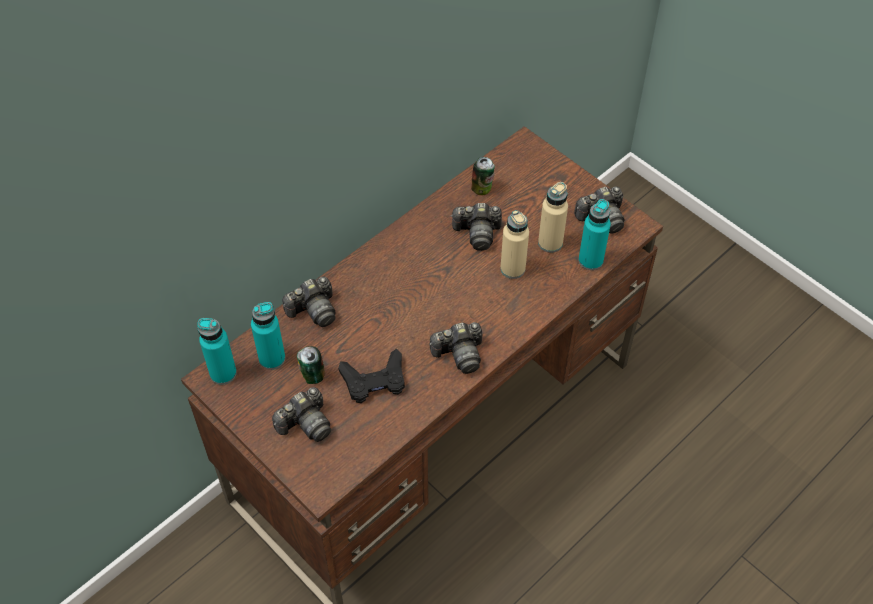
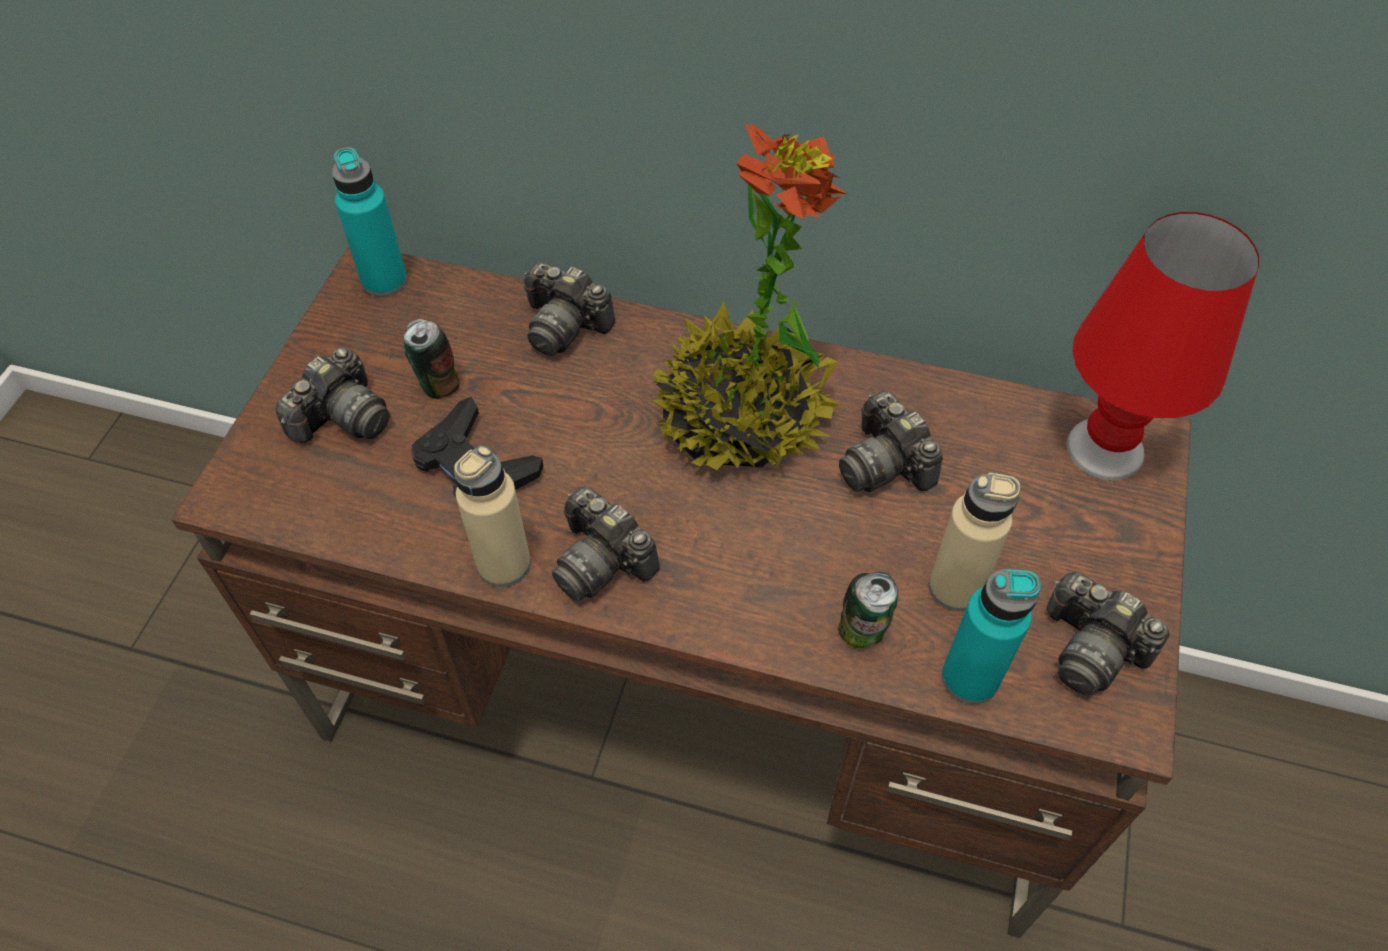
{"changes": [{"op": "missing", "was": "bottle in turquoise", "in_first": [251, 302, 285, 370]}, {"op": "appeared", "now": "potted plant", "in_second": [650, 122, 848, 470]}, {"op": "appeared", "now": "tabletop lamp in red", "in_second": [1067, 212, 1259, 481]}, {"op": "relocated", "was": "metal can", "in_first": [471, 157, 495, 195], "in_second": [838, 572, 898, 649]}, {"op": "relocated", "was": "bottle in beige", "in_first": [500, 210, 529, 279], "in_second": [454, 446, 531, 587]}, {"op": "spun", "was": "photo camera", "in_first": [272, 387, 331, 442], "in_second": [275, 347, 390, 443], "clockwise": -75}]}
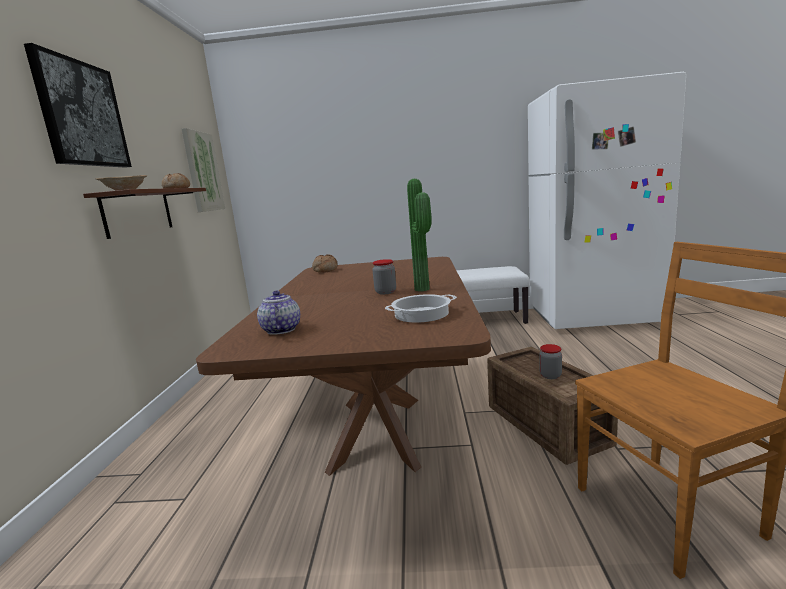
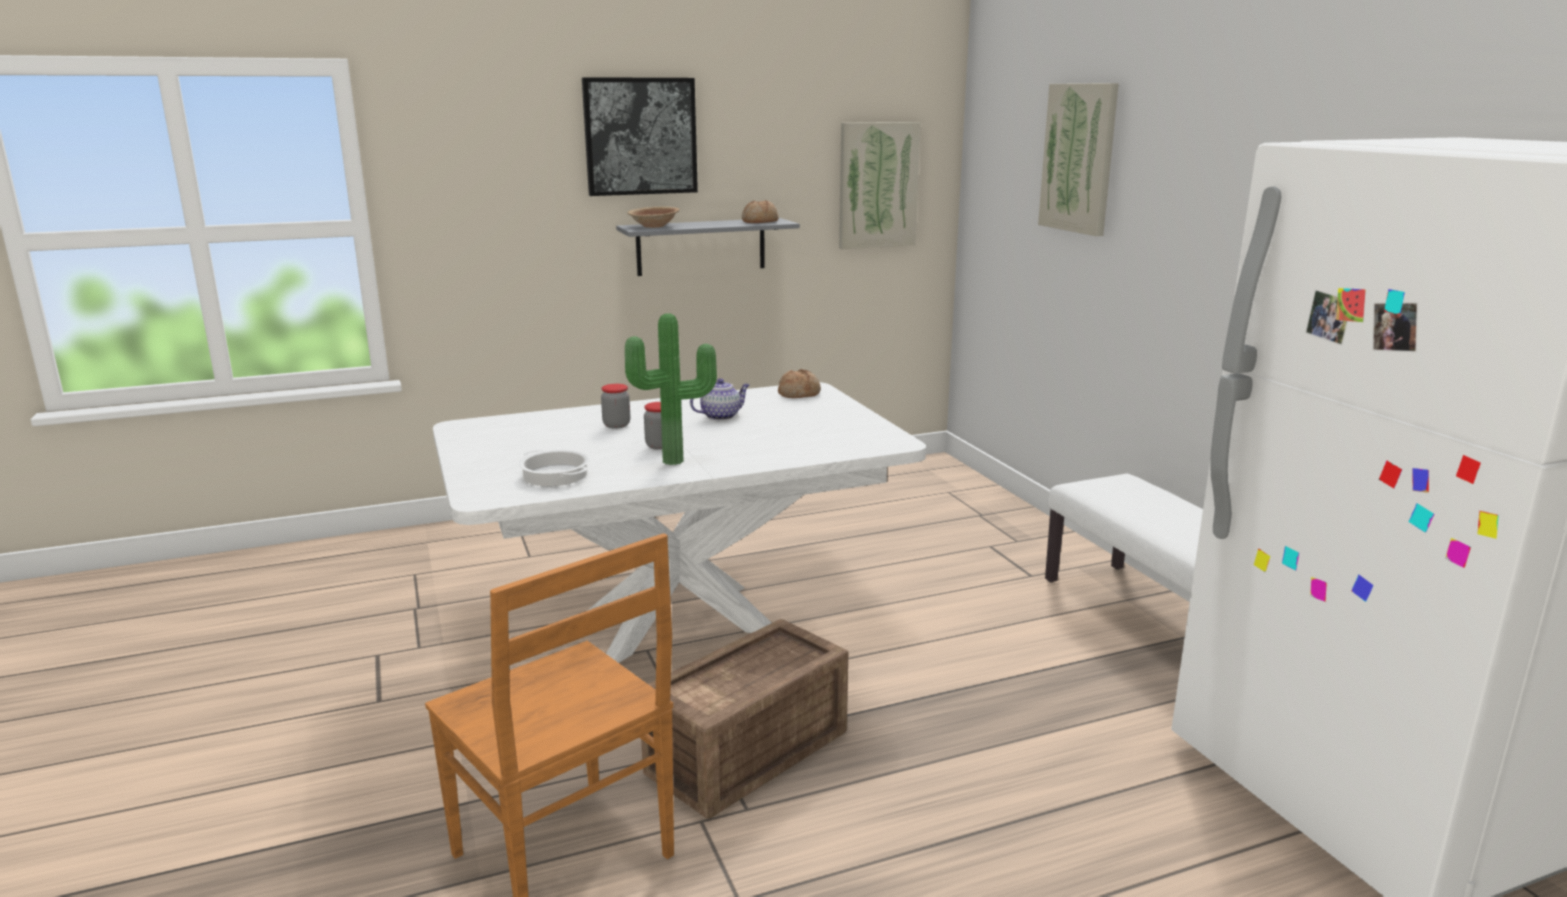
{"changes": [{"op": "appeared", "now": "picture", "in_second": [1038, 83, 1119, 236]}, {"op": "relocated", "was": "pot for tea", "in_first": [257, 291, 300, 335], "in_second": [690, 378, 749, 420]}, {"op": "relocated", "was": "storage jar", "in_first": [539, 344, 562, 379], "in_second": [601, 384, 630, 429]}, {"op": "colour", "was": "wall shelf in brown", "now": "wall shelf in grey", "in_first": [83, 188, 206, 239], "in_second": [616, 218, 800, 276]}, {"op": "colour", "was": "dining table in brown", "now": "dining table in white", "in_first": [196, 257, 491, 476], "in_second": [433, 382, 926, 663]}]}
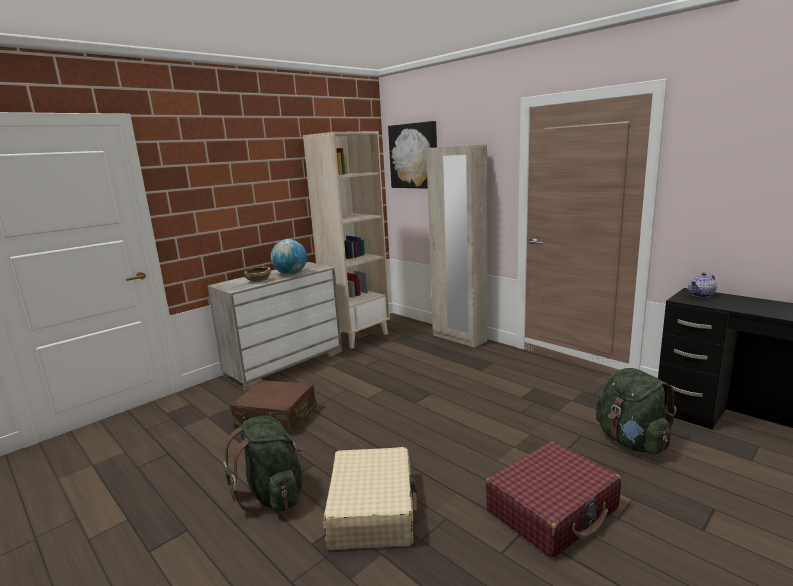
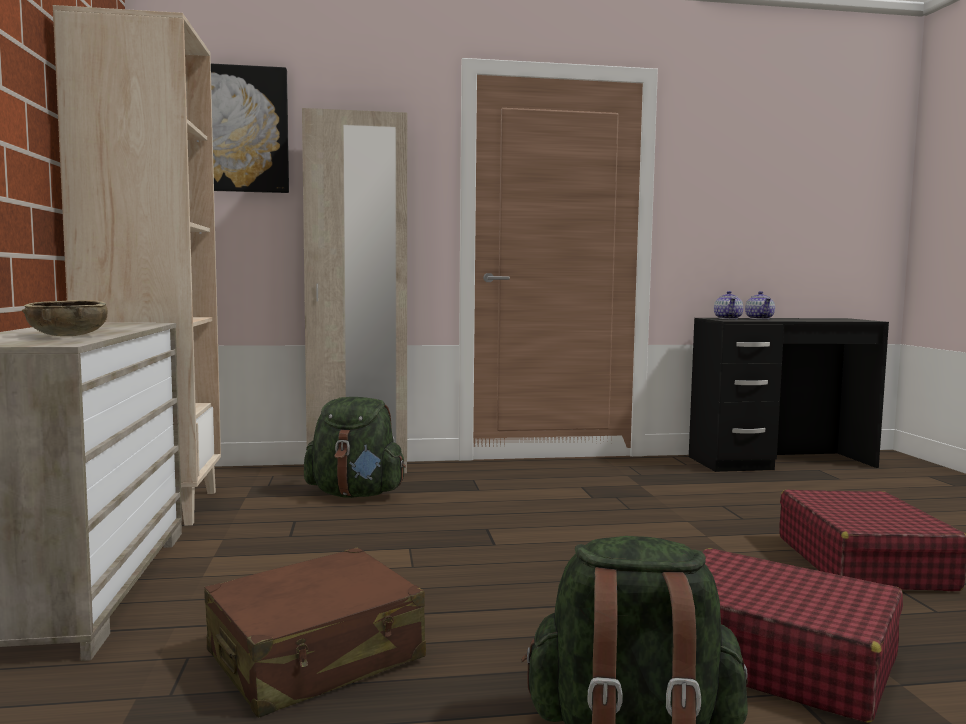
{"changes": [{"op": "missing", "was": "globe", "in_first": [271, 239, 307, 275]}, {"op": "appeared", "now": "pot for tea", "in_second": [745, 291, 775, 319]}, {"op": "relocated", "was": "backpack in green", "in_first": [596, 368, 677, 455], "in_second": [304, 397, 406, 498]}, {"op": "colour", "was": "travel case in beige", "now": "travel case in red", "in_first": [323, 447, 417, 550], "in_second": [702, 548, 903, 723]}]}
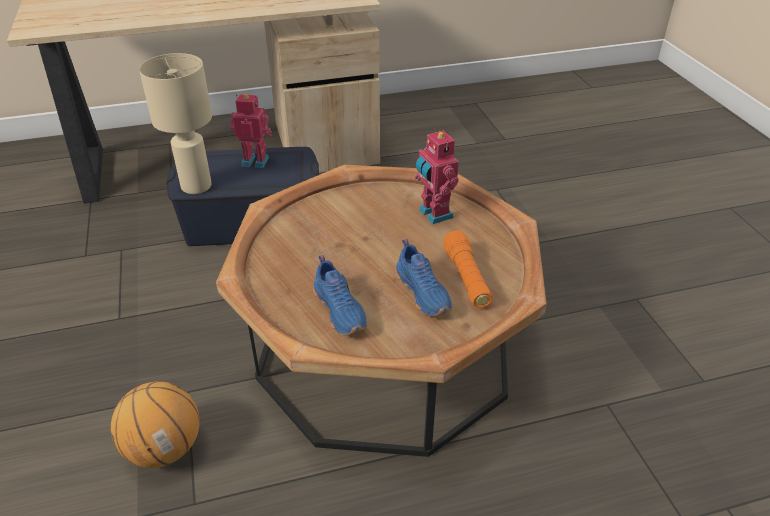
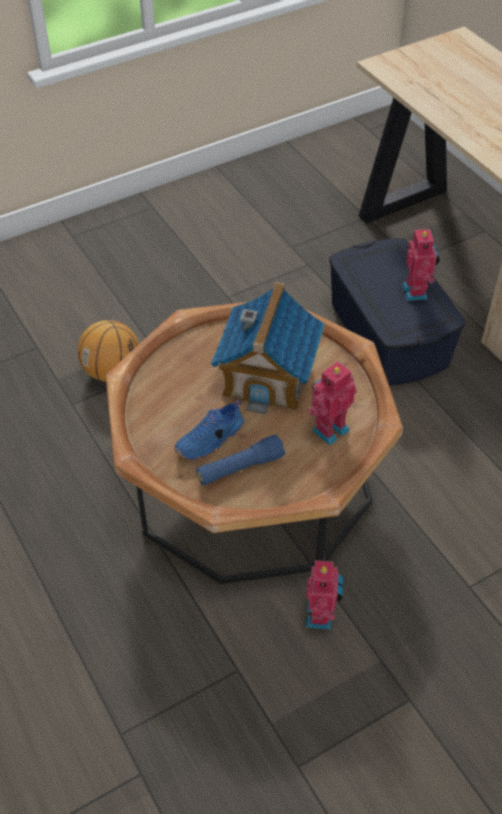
{"changes": [{"op": "missing", "was": "tabletop lamp in beige", "in_first": [139, 53, 212, 194]}, {"op": "missing", "was": "shoe in blue", "in_first": [313, 255, 367, 336]}, {"op": "appeared", "now": "model house", "in_second": [211, 282, 325, 414]}, {"op": "appeared", "now": "model robot", "in_second": [306, 558, 343, 630]}, {"op": "colour", "was": "flashlight in orangey", "now": "flashlight in blue", "in_first": [443, 230, 492, 308], "in_second": [196, 435, 285, 485]}]}
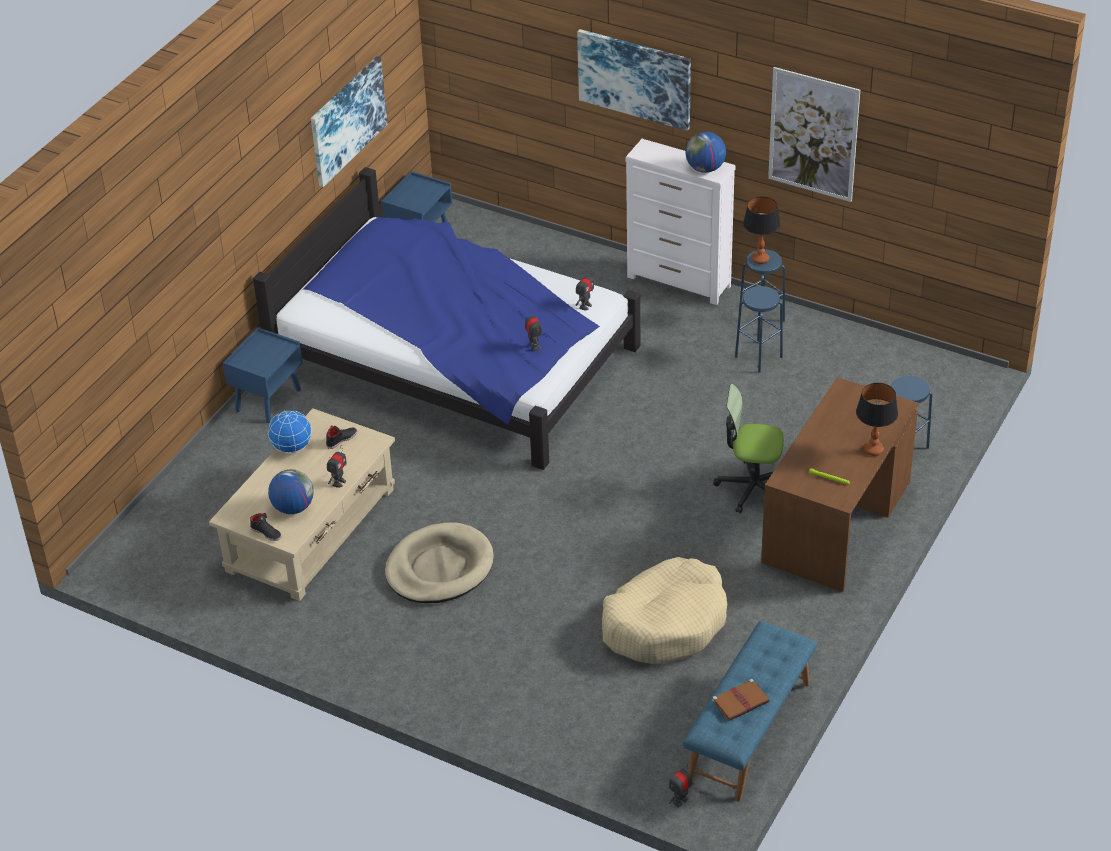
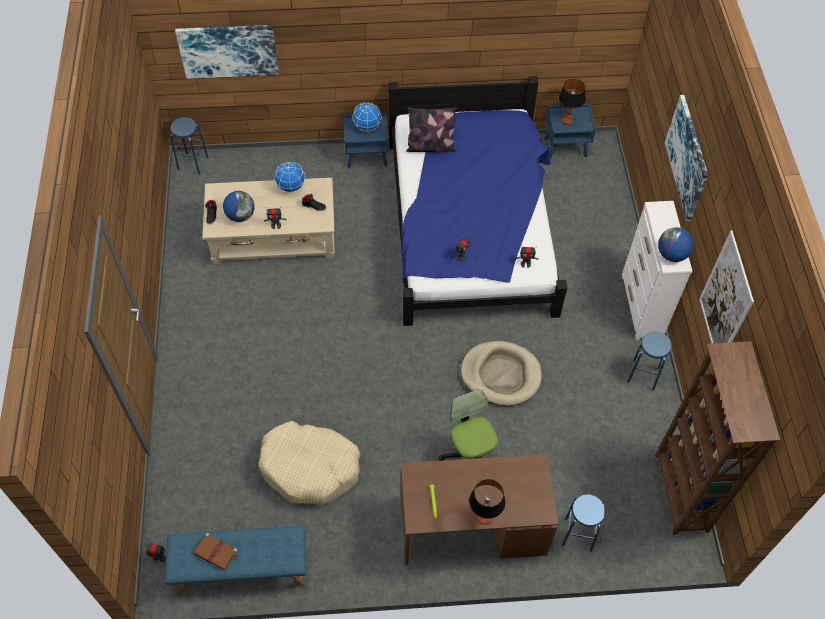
{"changes": [{"op": "appeared", "now": "globe", "in_second": [353, 102, 382, 131]}, {"op": "appeared", "now": "throw pillow", "in_second": [406, 107, 457, 152]}, {"op": "appeared", "now": "bookshelf in brown", "in_second": [655, 341, 780, 535]}, {"op": "relocated", "was": "picture", "in_first": [311, 56, 387, 187], "in_second": [175, 25, 279, 79]}, {"op": "relocated", "was": "dog cushion in beige", "in_first": [385, 522, 494, 603], "in_second": [461, 341, 542, 406]}, {"op": "relocated", "was": "stool in blue", "in_first": [735, 286, 783, 373], "in_second": [170, 117, 208, 175]}, {"op": "relocated", "was": "tabletop lamp", "in_first": [743, 196, 781, 264], "in_second": [559, 79, 586, 125]}]}
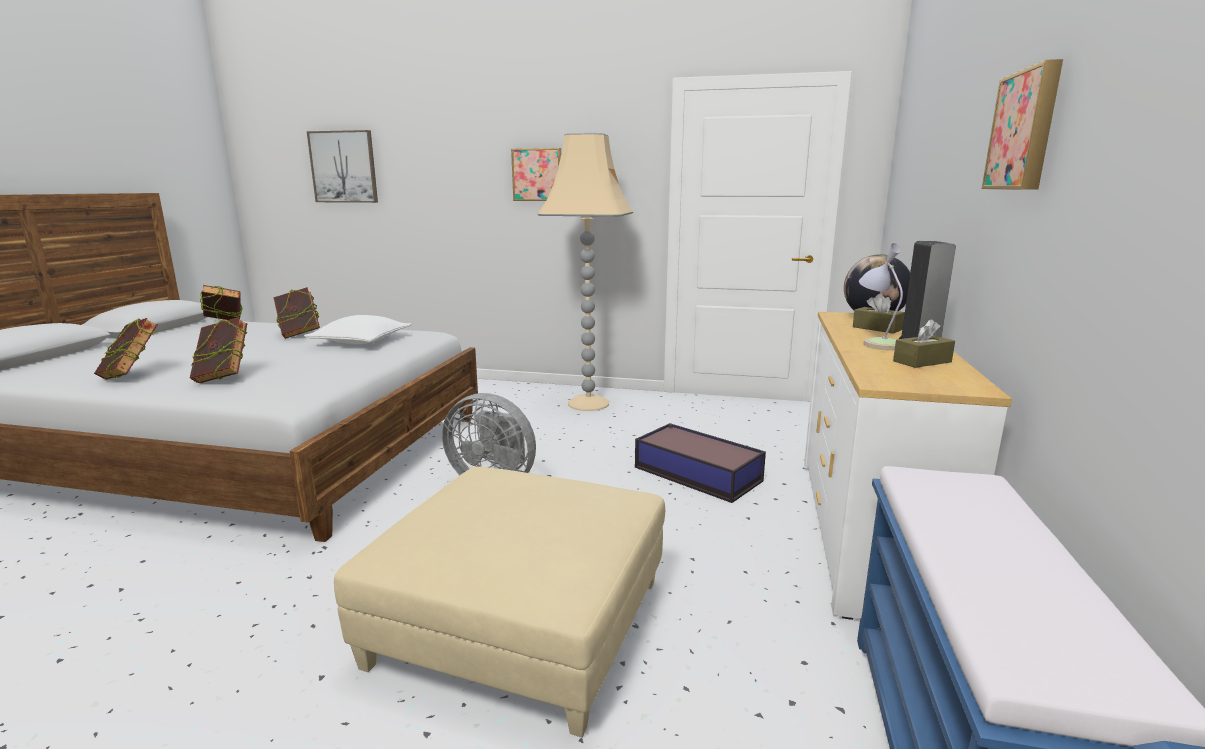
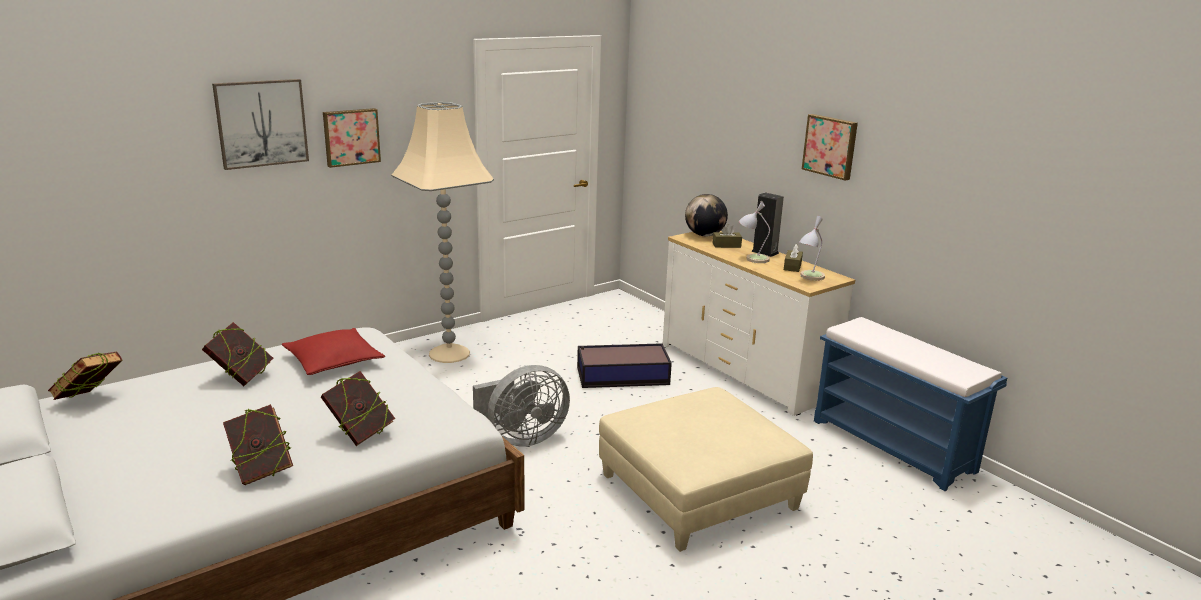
{"changes": [{"op": "appeared", "now": "tabletop lamp", "in_second": [799, 216, 825, 281]}, {"op": "relocated", "was": "picture", "in_first": [307, 130, 378, 203], "in_second": [212, 79, 309, 170]}, {"op": "colour", "was": "throw pillow in white", "now": "throw pillow in red", "in_first": [304, 315, 412, 344], "in_second": [282, 328, 385, 375]}]}
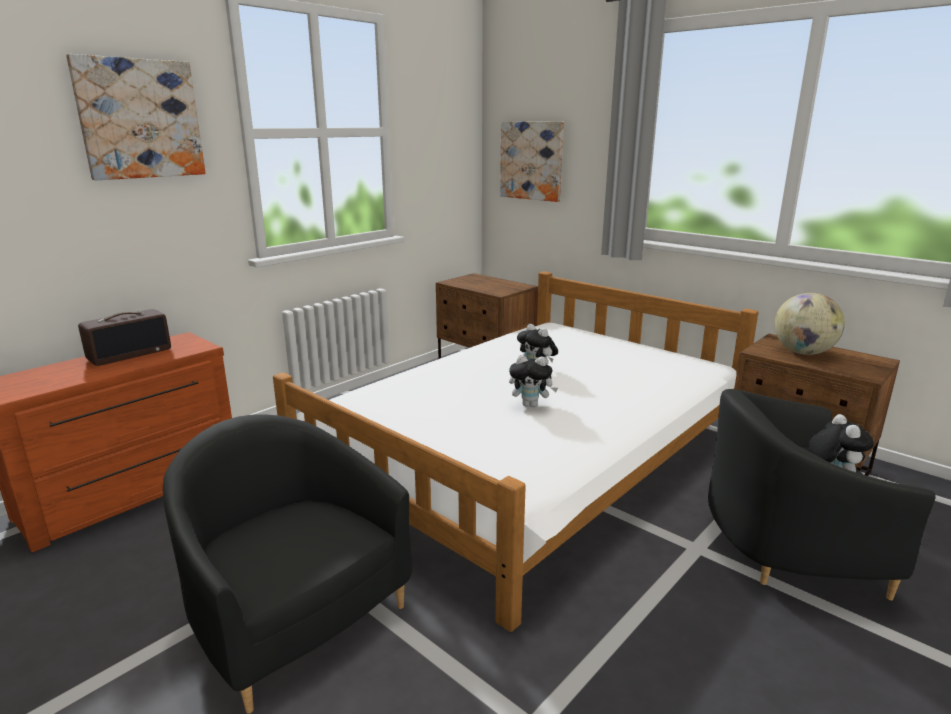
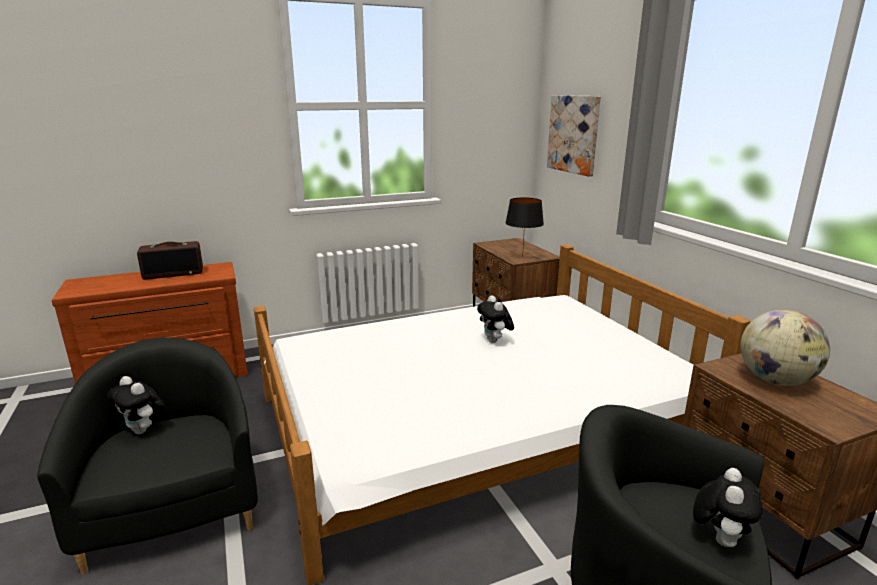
{"changes": [{"op": "missing", "was": "picture", "in_first": [66, 54, 205, 180]}, {"op": "appeared", "now": "tabletop lamp in black", "in_second": [505, 197, 544, 257]}, {"op": "relocated", "was": "plush toy", "in_first": [509, 355, 558, 407], "in_second": [107, 376, 166, 434]}]}
